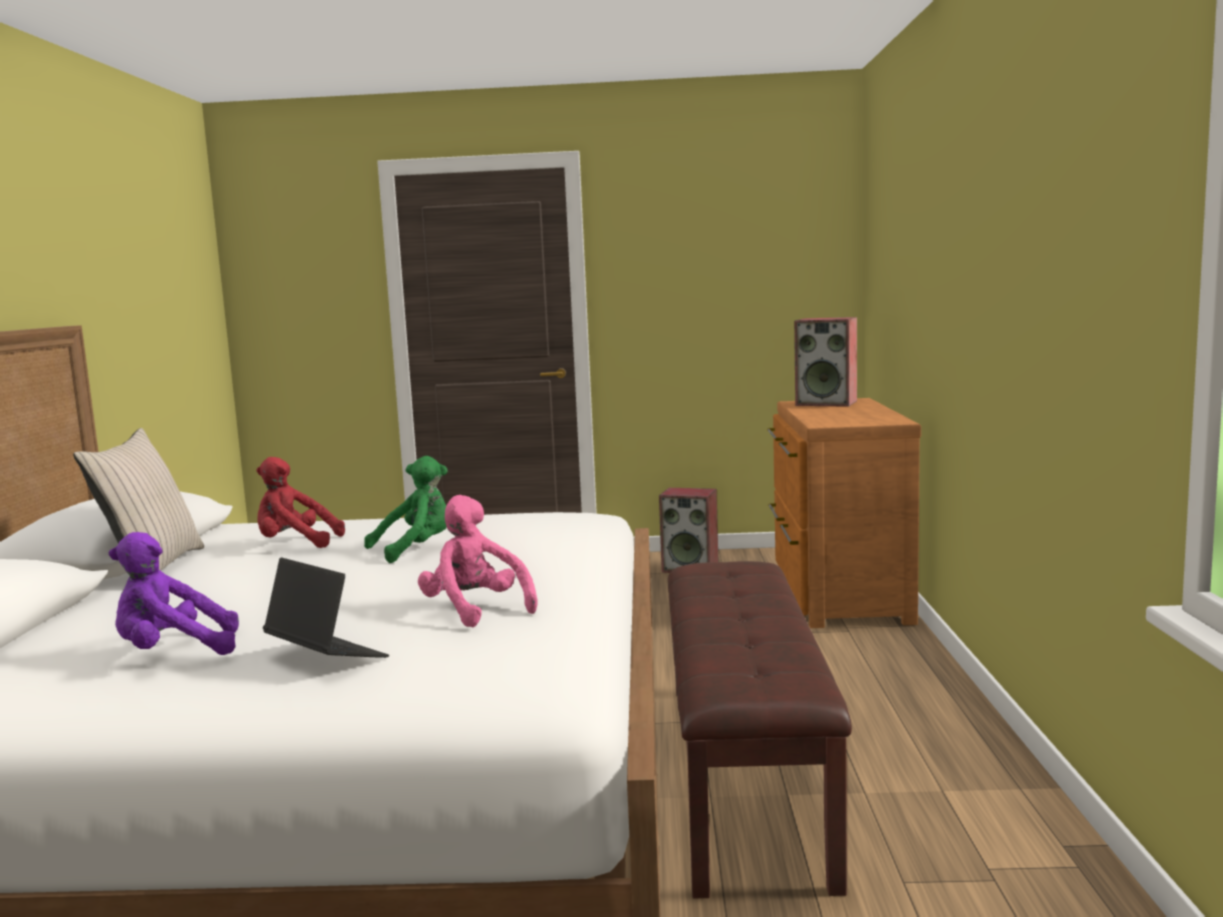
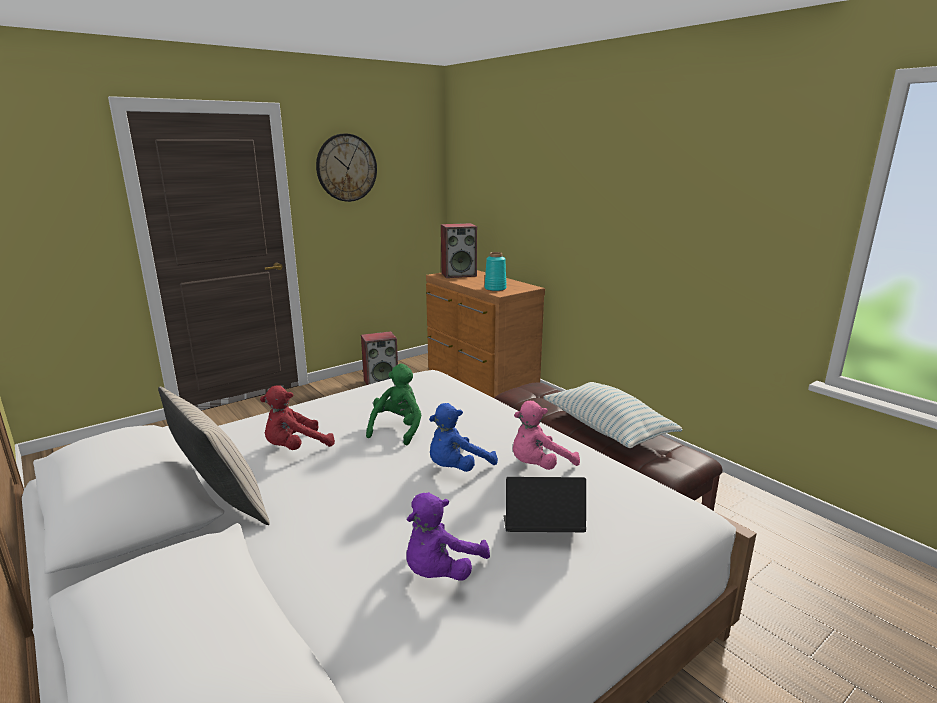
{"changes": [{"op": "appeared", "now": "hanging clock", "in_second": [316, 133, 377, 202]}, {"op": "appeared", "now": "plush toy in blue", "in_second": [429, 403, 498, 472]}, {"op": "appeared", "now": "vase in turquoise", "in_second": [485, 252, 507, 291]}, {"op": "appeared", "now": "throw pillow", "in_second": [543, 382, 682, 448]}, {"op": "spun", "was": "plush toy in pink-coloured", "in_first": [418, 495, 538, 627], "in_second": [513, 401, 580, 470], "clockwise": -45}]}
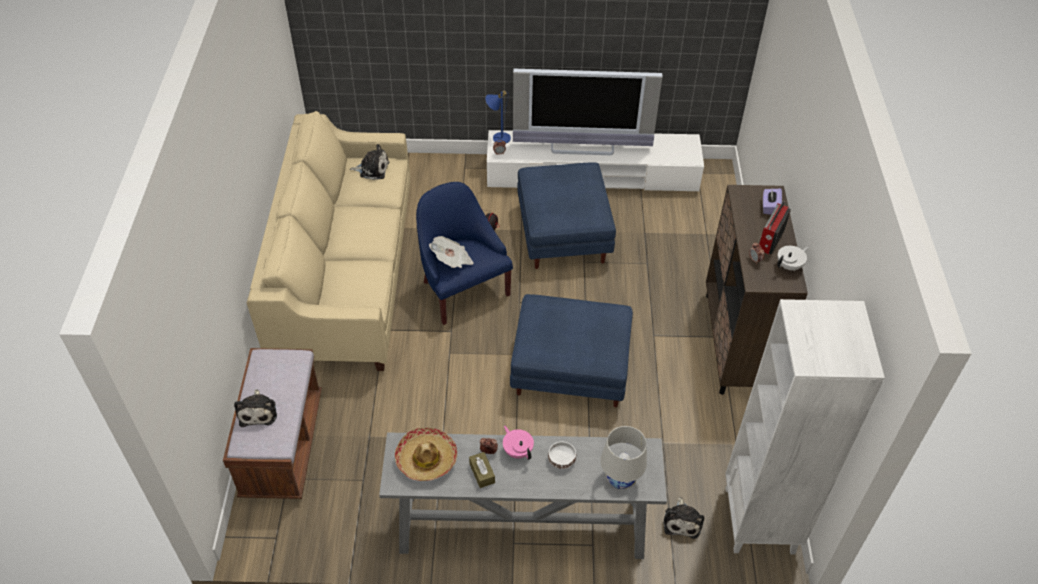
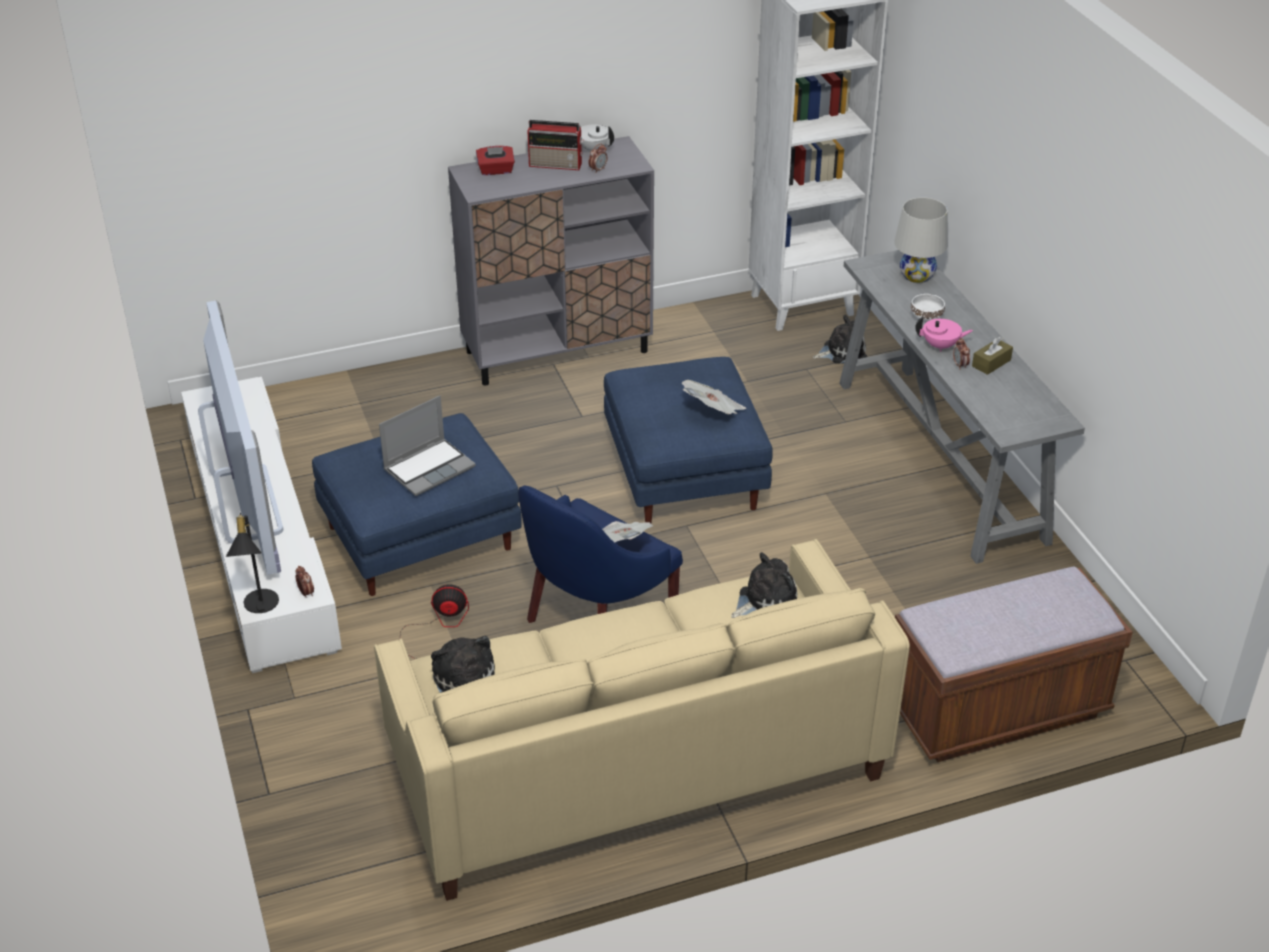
{"changes": [{"op": "missing", "was": "hat", "in_first": [395, 428, 457, 481]}, {"op": "appeared", "now": "notebook computer", "in_second": [379, 395, 476, 496]}, {"op": "appeared", "now": "newspaper", "in_second": [682, 380, 746, 415]}, {"op": "relocated", "was": "plush toy", "in_first": [234, 389, 277, 427], "in_second": [731, 552, 797, 618]}, {"op": "colour", "was": "tabletop lamp in blue", "now": "tabletop lamp in black", "in_first": [485, 90, 511, 143], "in_second": [226, 513, 279, 613]}, {"op": "colour", "was": "cabinet in brown", "now": "cabinet in grey", "in_first": [706, 185, 808, 395], "in_second": [448, 136, 654, 386]}, {"op": "colour", "was": "tissue box in purplish", "now": "tissue box in red", "in_first": [763, 189, 782, 215], "in_second": [476, 146, 515, 175]}, {"op": "spun", "was": "pot for tea in pink-coloured", "in_first": [503, 426, 534, 460], "in_second": [915, 317, 973, 352], "clockwise": -120}]}
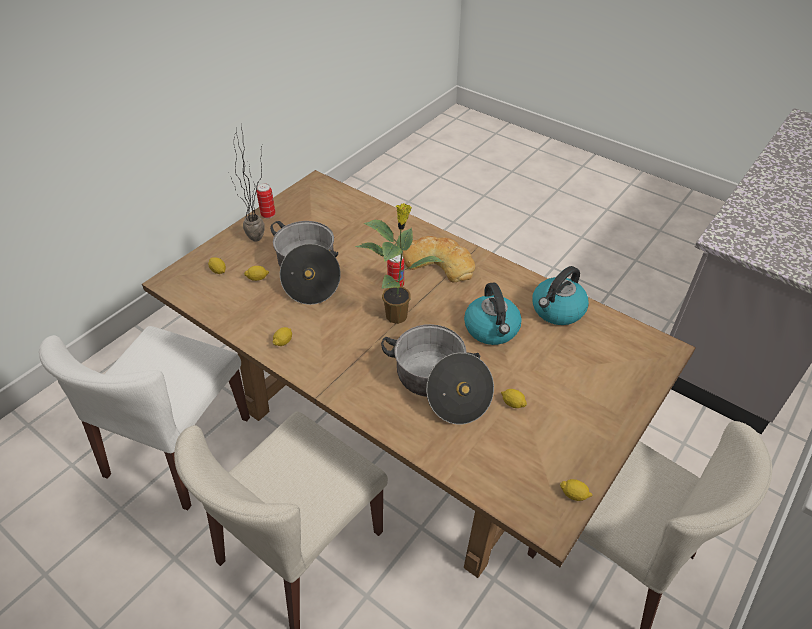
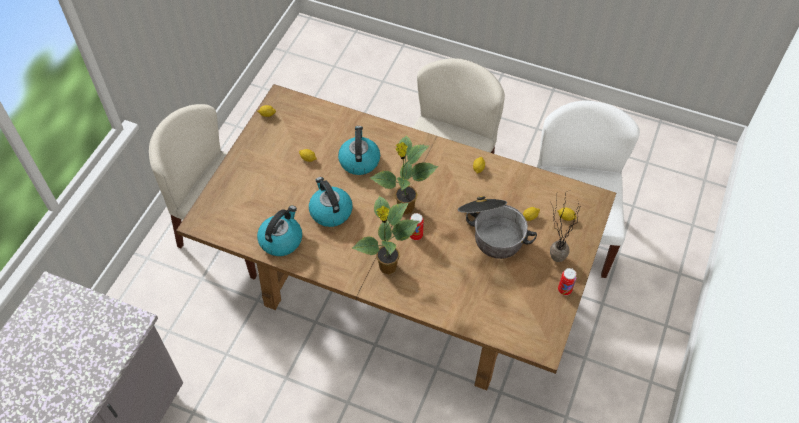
{"changes": [{"op": "exchanged", "was": "stockpot", "now": "water kettle", "in_first": [381, 324, 494, 424], "in_second": [338, 126, 380, 175]}, {"op": "exchanged", "was": "bread", "now": "potted plant", "in_first": [402, 236, 475, 282], "in_second": [352, 196, 419, 275]}]}
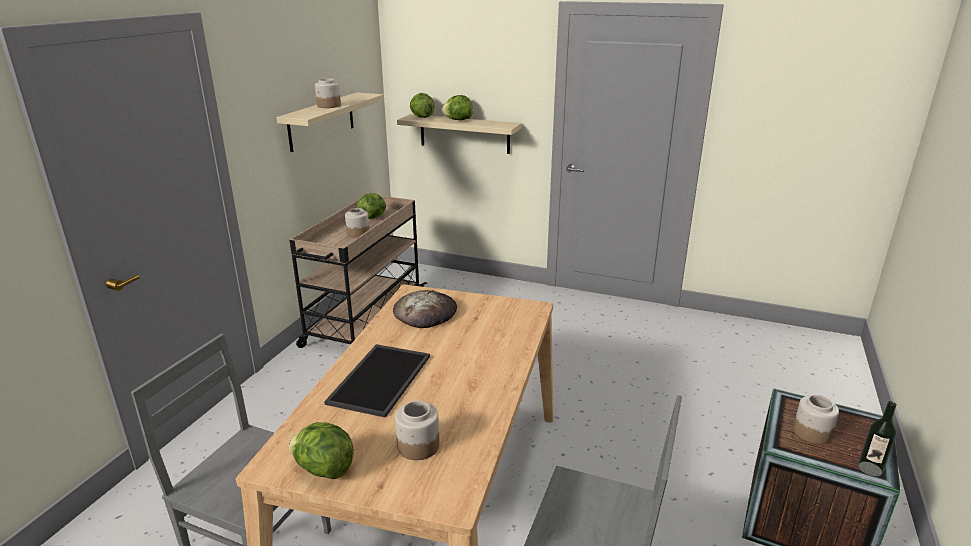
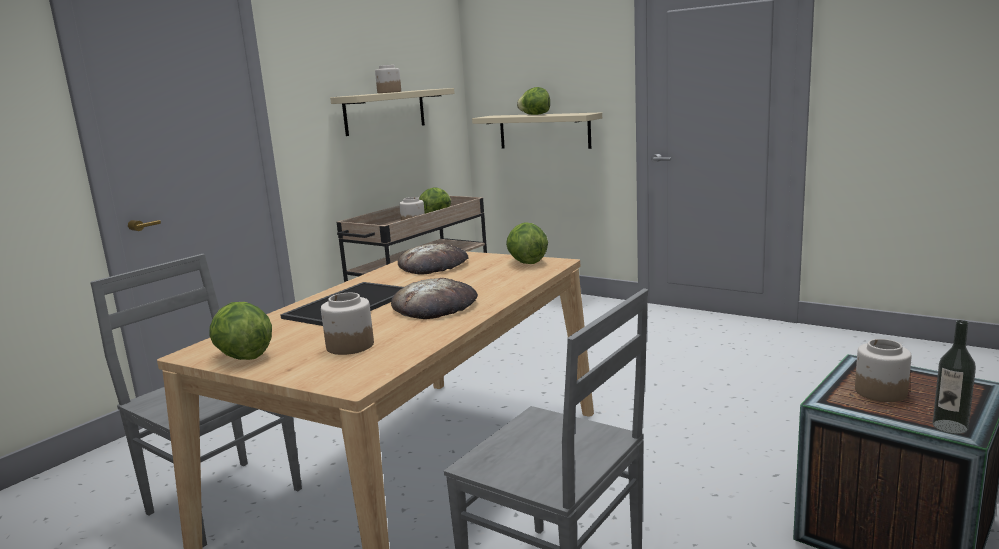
{"changes": [{"op": "appeared", "now": "bread", "in_second": [391, 278, 478, 319]}, {"op": "relocated", "was": "lettuce", "in_first": [410, 93, 435, 118], "in_second": [506, 222, 548, 264]}]}
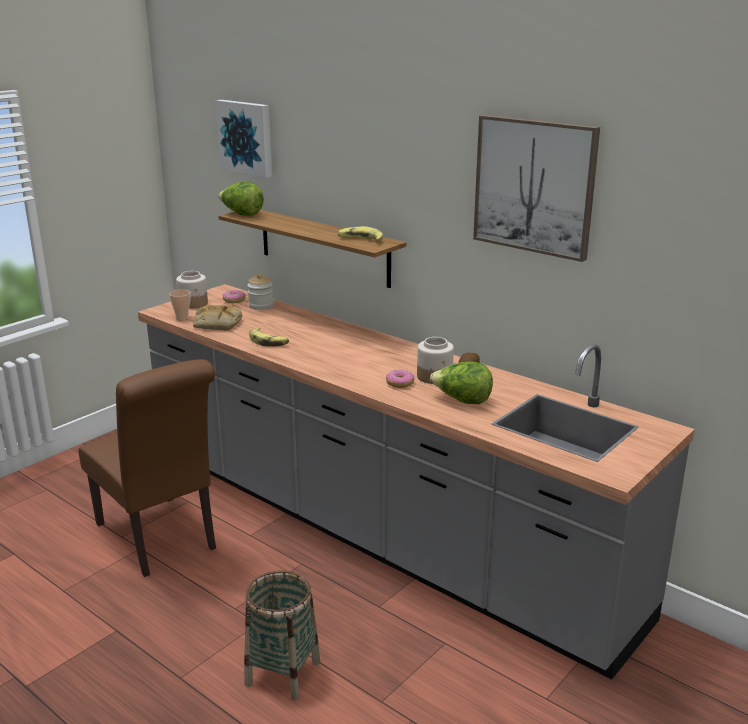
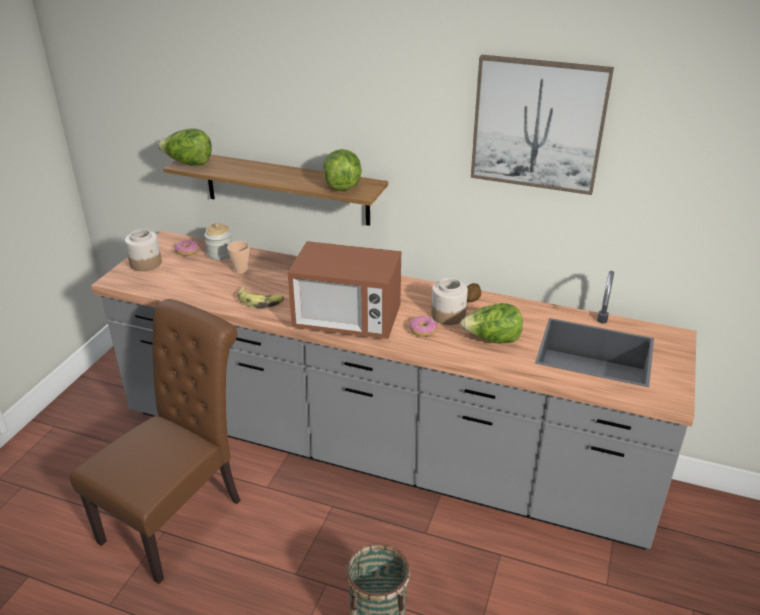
{"changes": [{"op": "missing", "was": "bread", "in_first": [193, 305, 242, 330]}, {"op": "missing", "was": "picture", "in_first": [215, 100, 272, 178]}, {"op": "appeared", "now": "microwave", "in_second": [287, 241, 401, 339]}, {"op": "relocated", "was": "small cup", "in_first": [169, 290, 191, 320], "in_second": [227, 241, 249, 274]}, {"op": "exchanged", "was": "banana fruit", "now": "lettuce", "in_first": [337, 226, 383, 241], "in_second": [323, 149, 362, 191]}, {"op": "spun", "was": "chair in brown", "in_first": [78, 359, 216, 577], "in_second": [70, 299, 241, 584], "clockwise": -90}]}
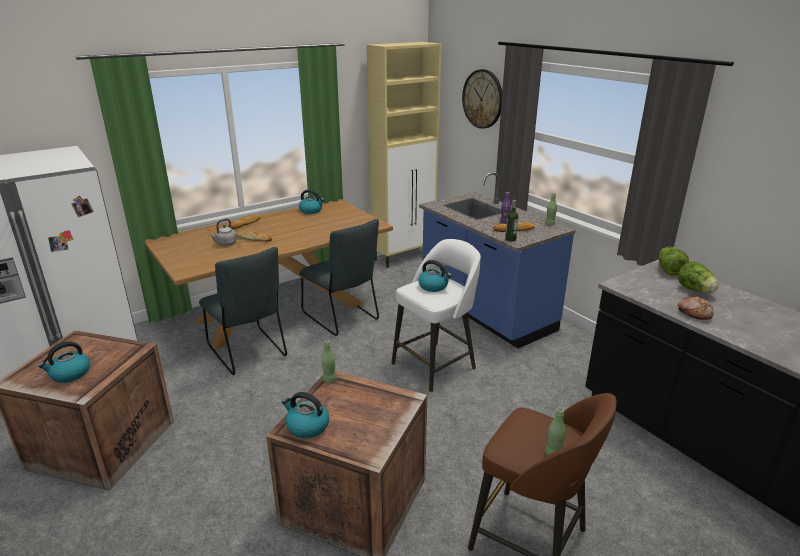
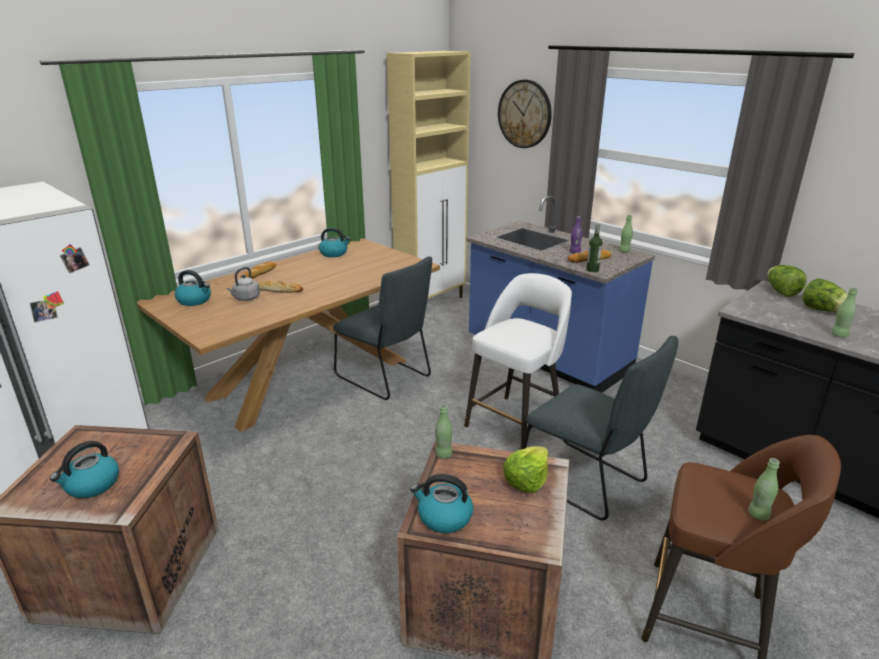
{"changes": [{"op": "appeared", "now": "lettuce", "in_second": [503, 446, 548, 493]}, {"op": "relocated", "was": "chair in grey", "in_first": [199, 247, 287, 375], "in_second": [523, 336, 678, 520]}, {"op": "relocated", "was": "water kettle", "in_first": [418, 260, 452, 292], "in_second": [175, 270, 211, 306]}, {"op": "exchanged", "was": "bread", "now": "bottle in green", "in_first": [678, 297, 713, 320], "in_second": [831, 288, 858, 338]}]}
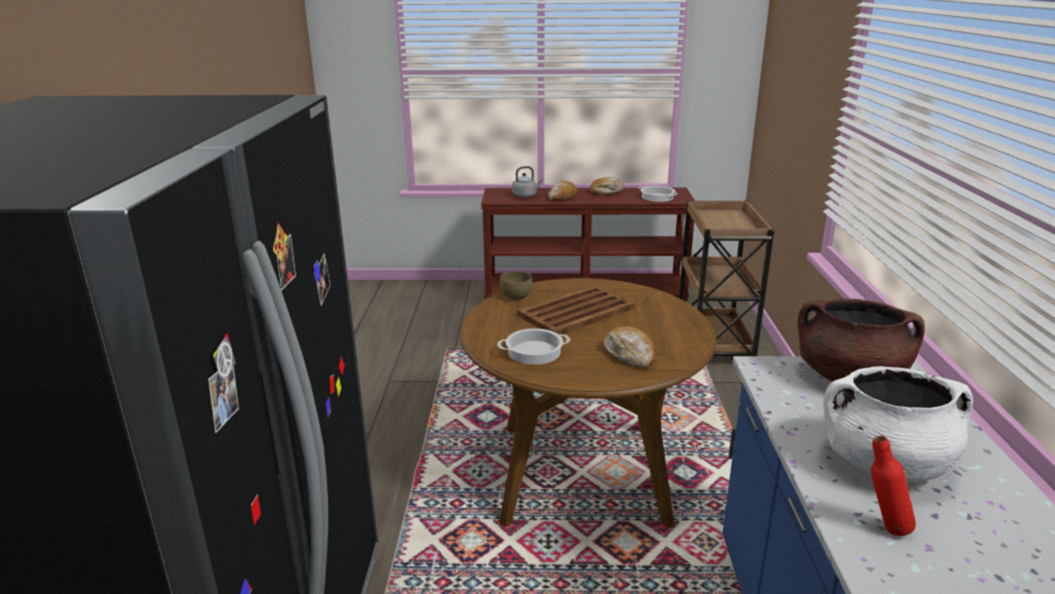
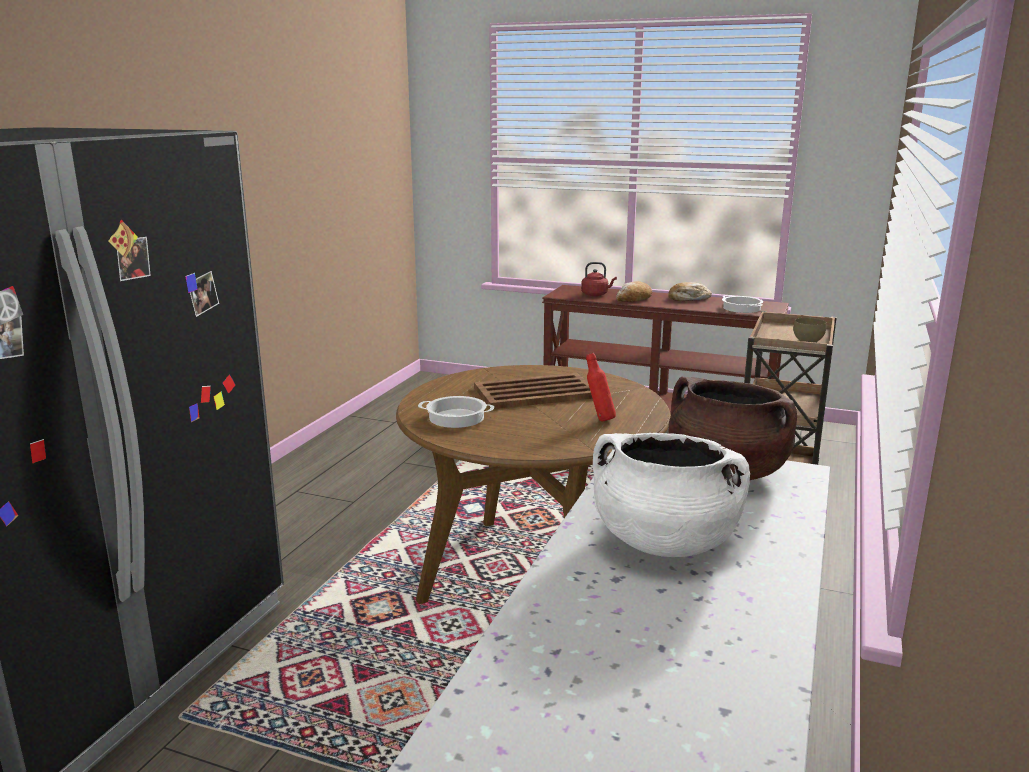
{"changes": [{"op": "missing", "was": "bread", "in_first": [604, 326, 656, 369]}, {"op": "relocated", "was": "bowl in brown", "in_first": [500, 271, 532, 301], "in_second": [793, 317, 826, 343]}, {"op": "relocated", "was": "bottle in red", "in_first": [871, 436, 916, 536], "in_second": [586, 353, 616, 421]}, {"op": "colour", "was": "water kettle in grey", "now": "water kettle in red", "in_first": [512, 166, 543, 198], "in_second": [581, 262, 617, 296]}]}
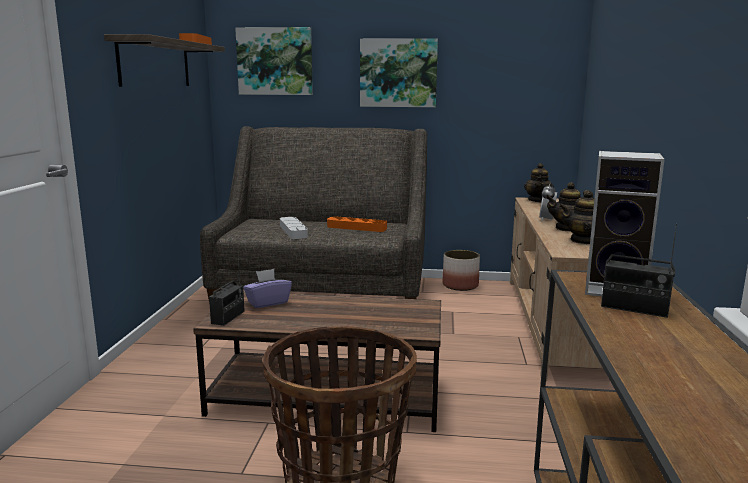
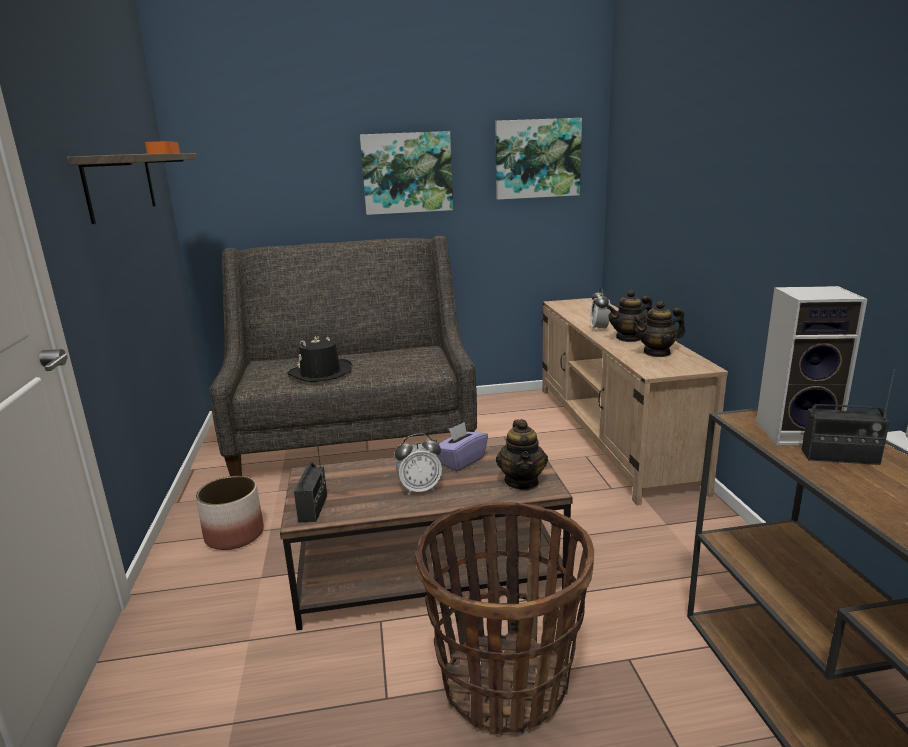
{"changes": [{"op": "missing", "was": "tray in orangey", "in_first": [327, 216, 387, 232]}, {"op": "appeared", "now": "table clock", "in_second": [395, 434, 442, 495]}, {"op": "relocated", "was": "picture", "in_first": [235, 27, 313, 95], "in_second": [495, 118, 582, 200]}, {"op": "relocated", "was": "tissue box in purplish", "in_first": [243, 269, 292, 308], "in_second": [437, 422, 488, 471]}, {"op": "relocated", "was": "planter", "in_first": [442, 250, 480, 291], "in_second": [196, 476, 264, 550]}, {"op": "relocated", "was": "pot for tea", "in_first": [524, 163, 554, 202], "in_second": [496, 419, 548, 490]}, {"op": "exchanged", "was": "tray in grey", "now": "hat in black", "in_first": [280, 217, 308, 239], "in_second": [288, 336, 352, 382]}]}
